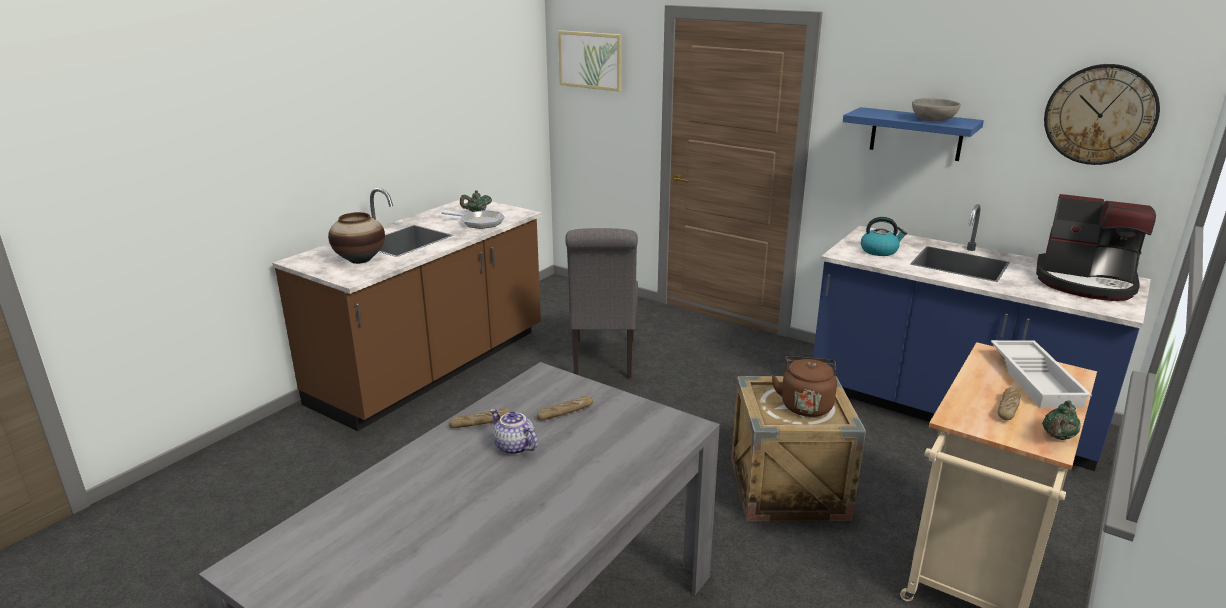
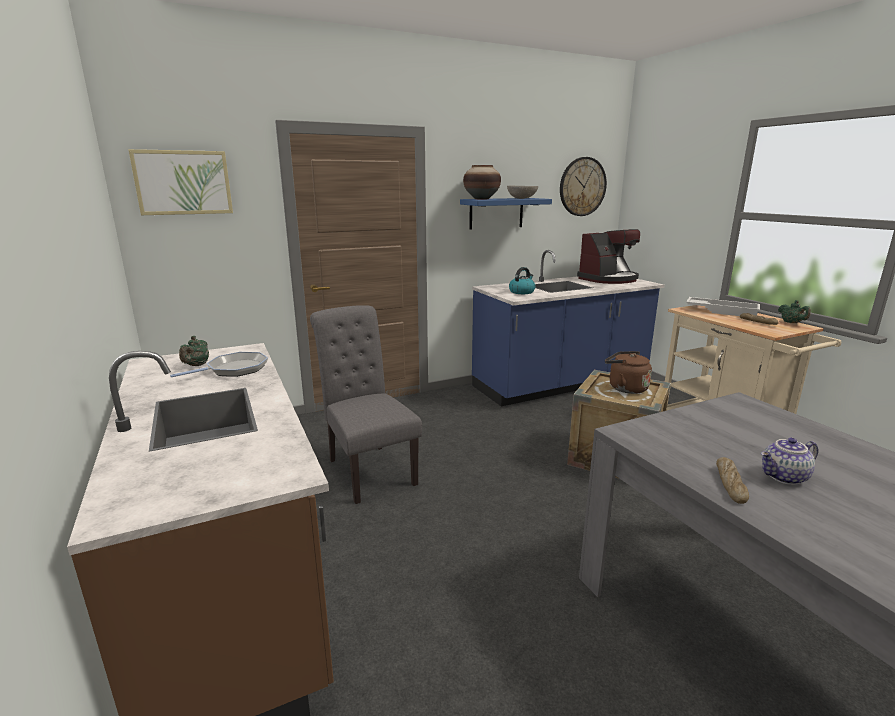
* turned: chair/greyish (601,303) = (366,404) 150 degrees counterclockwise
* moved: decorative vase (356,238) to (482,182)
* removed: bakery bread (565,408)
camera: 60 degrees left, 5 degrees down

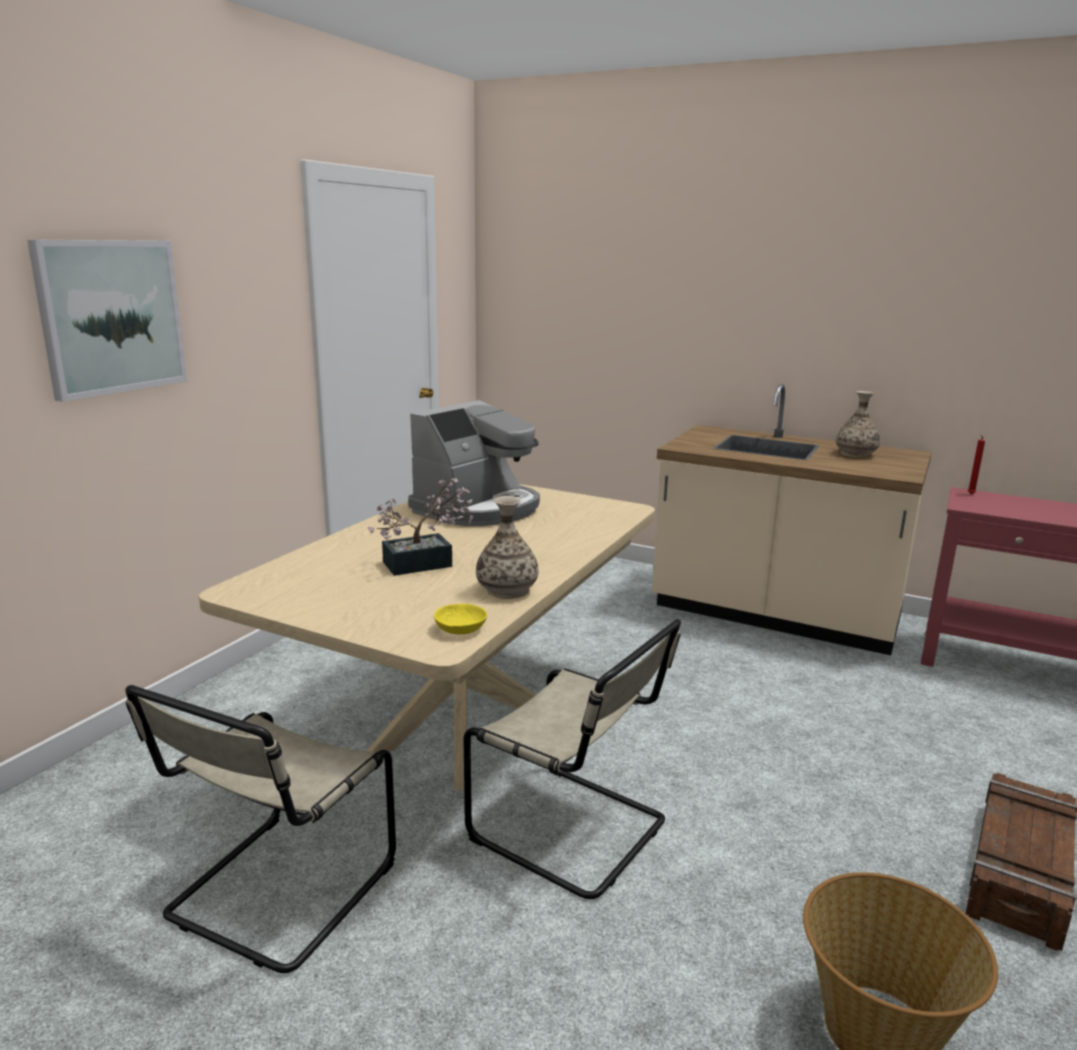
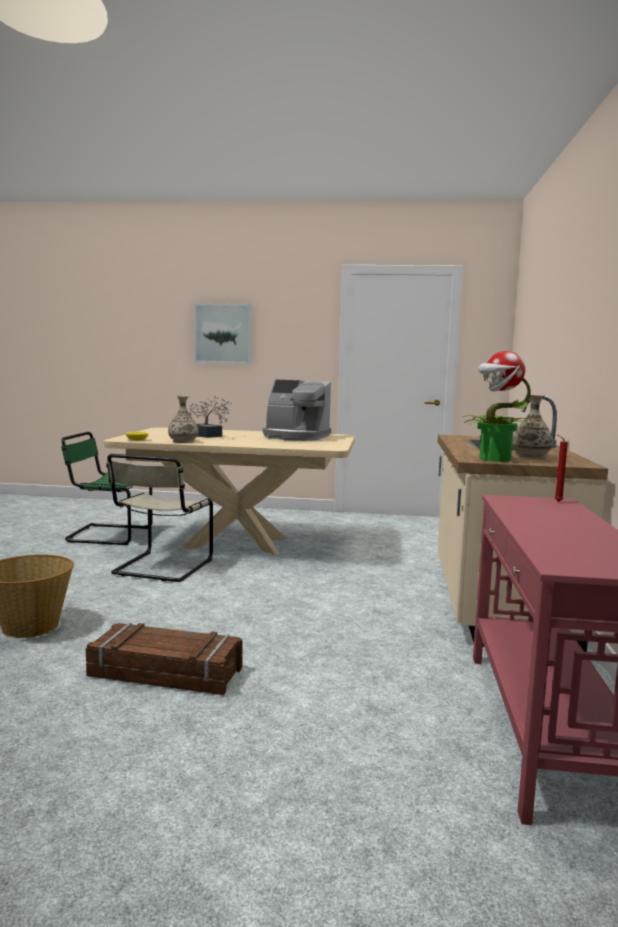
* recoloured: chair/sand-coloured (260,829) to chair/greenish (107,488)
* added: houseplant (497,406)
camera: 70 degrees right, 10 degrees down

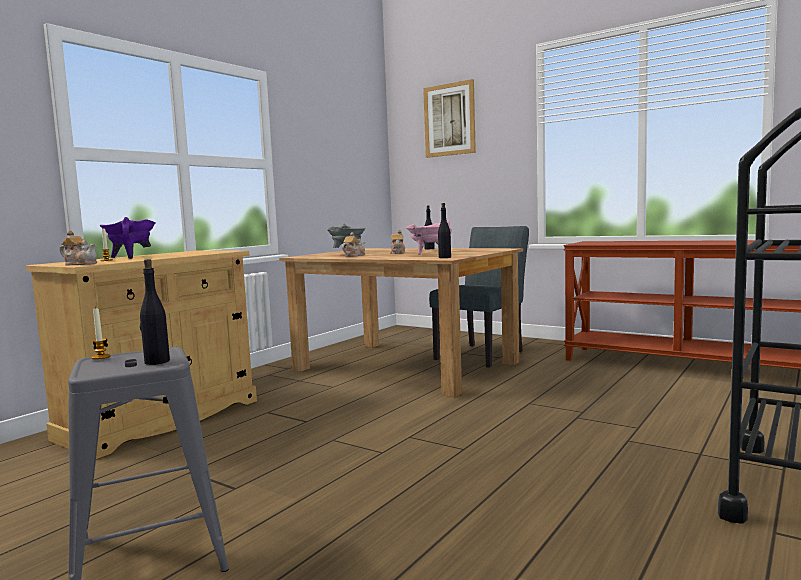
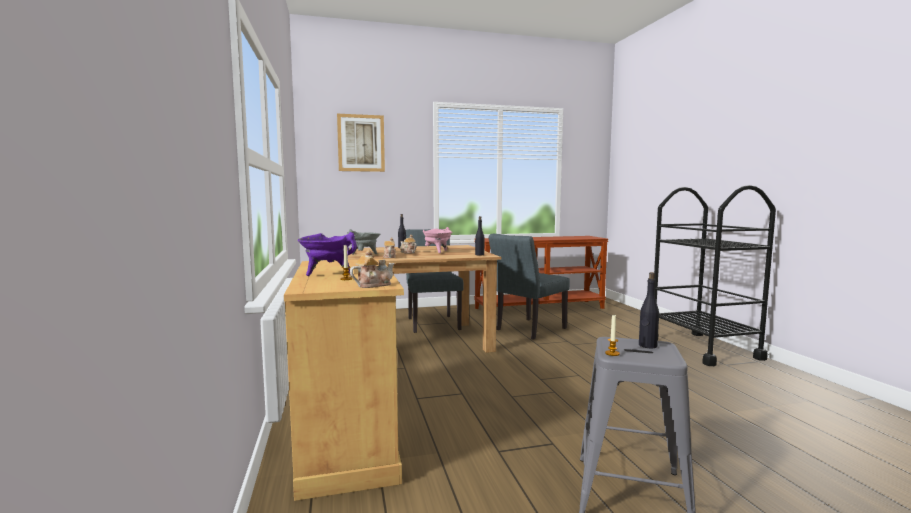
* added: chair/greyish (529,287)
camera: 50 degrees left, 0 degrees up

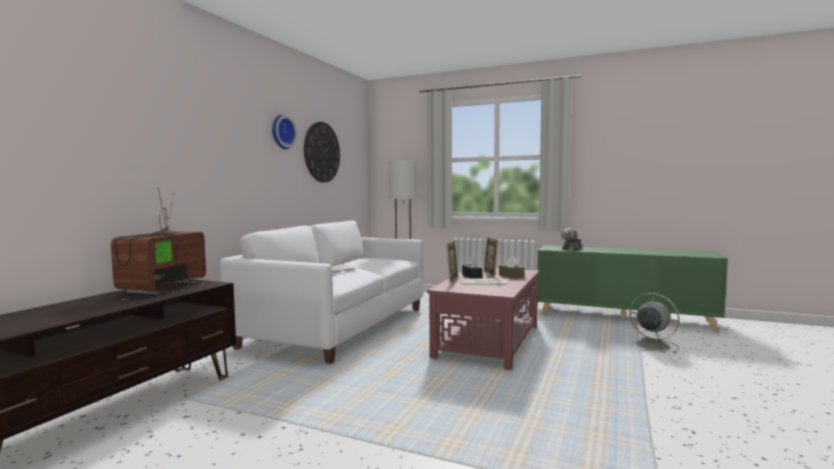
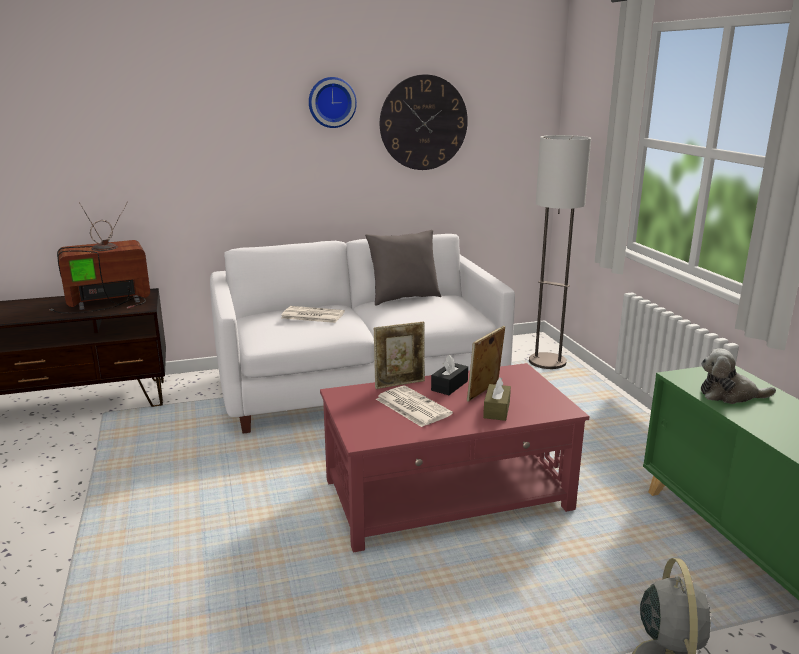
* added: throw pillow/greyish (403,268)
camera: 50 degrees right, 15 degrees up

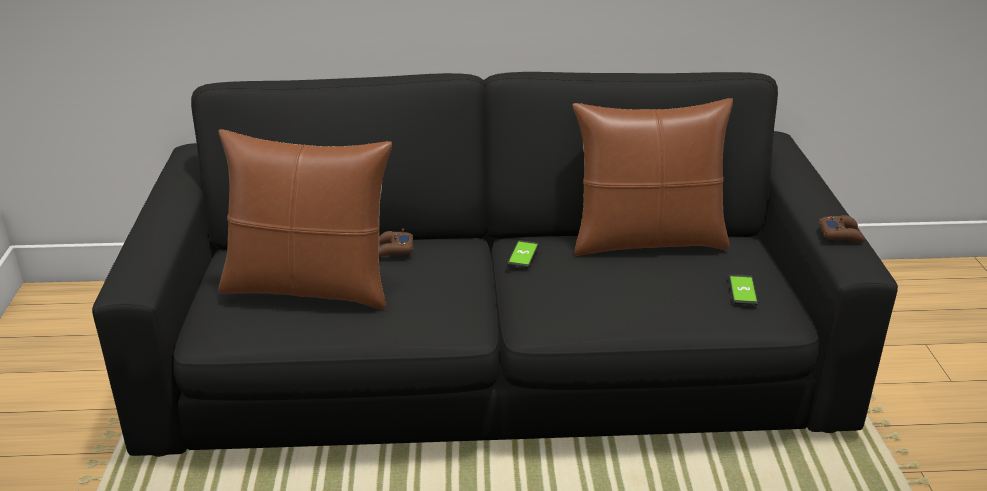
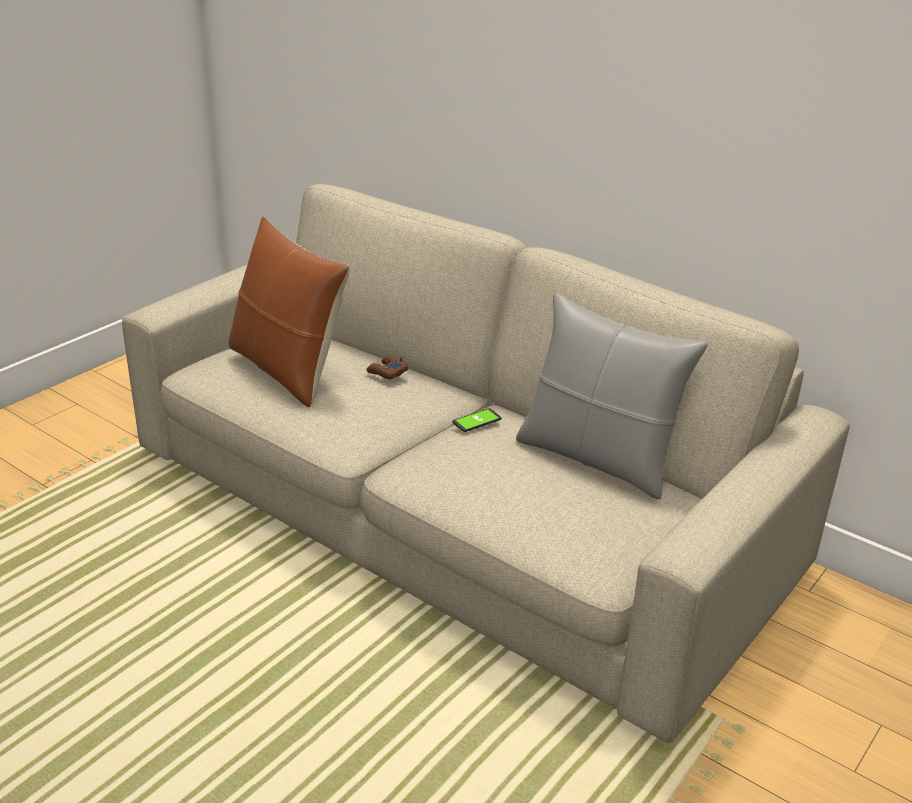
* recoloured: settee/blackish (495,264) to settee/sand-coloured (486,463)
* recoloured: throw pillow/brown-coloured (652,176) to throw pillow/greyish (612,396)
* removed: telephone (743,289)
* removed: gamepad/brown-coloured (841,229)
camera: 40 degrees right, 0 degrees up

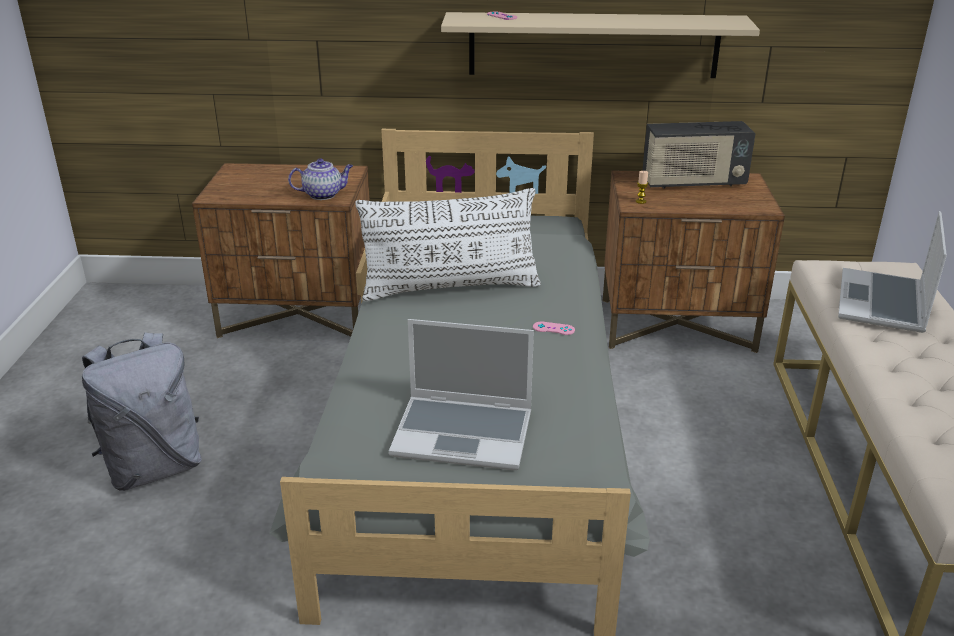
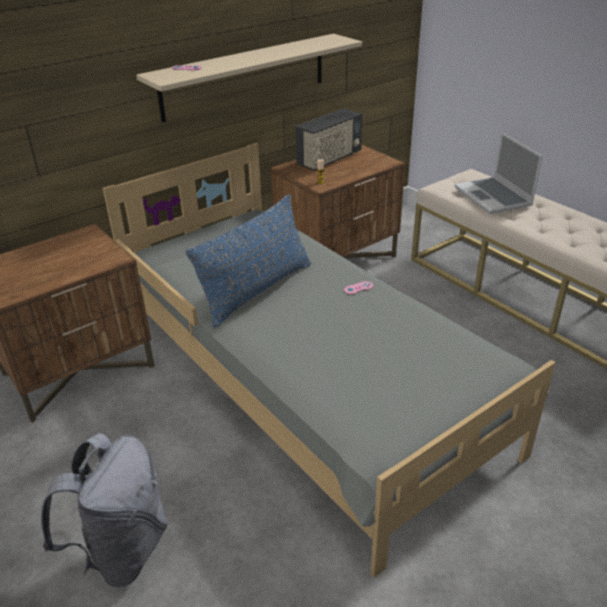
* recoloured: throw pillow/whitish (448,244) to throw pillow/blue (248,261)
* removed: tea pot (320,179)
* removed: notebook computer (461,394)
camera: 40 degrees left, 5 degrees up

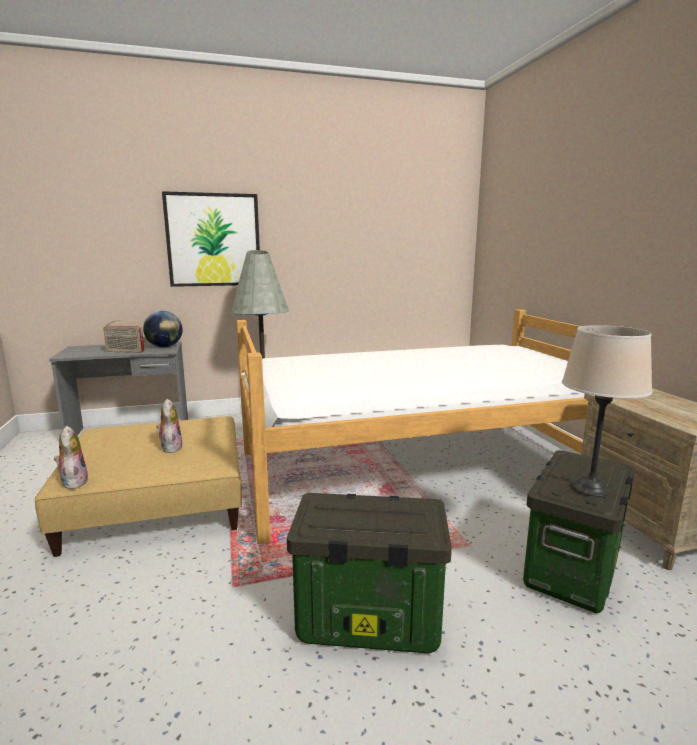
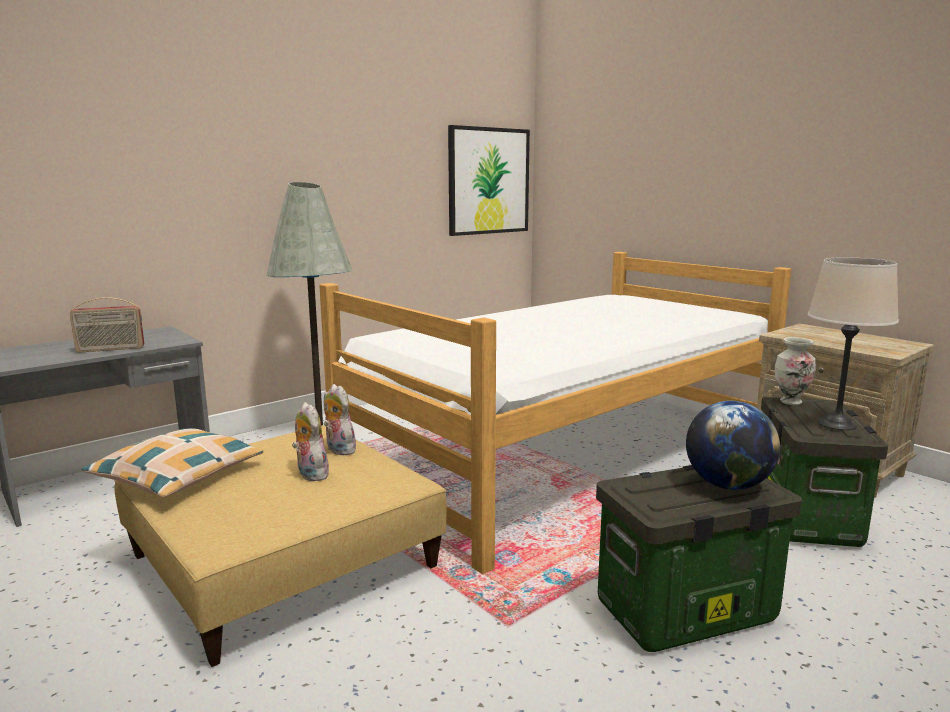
* added: throw pillow (172,462)
* moved: cuddly toy (71,457) to (341,420)
* moved: wall art (211,239) to (489,180)
* moved: desk globe (163,329) to (733,445)
* added: decorative vase (795,371)
camera: 25 degrees left, 0 degrees up

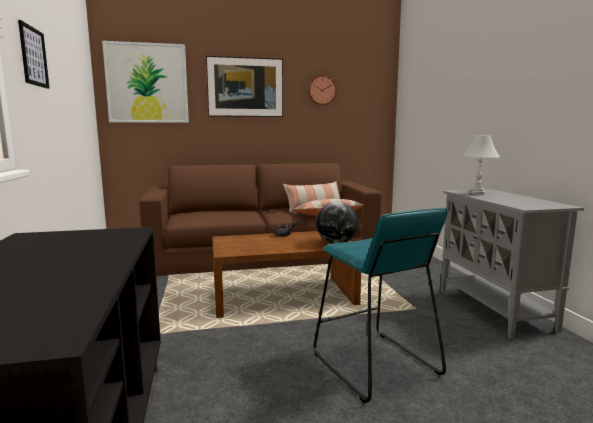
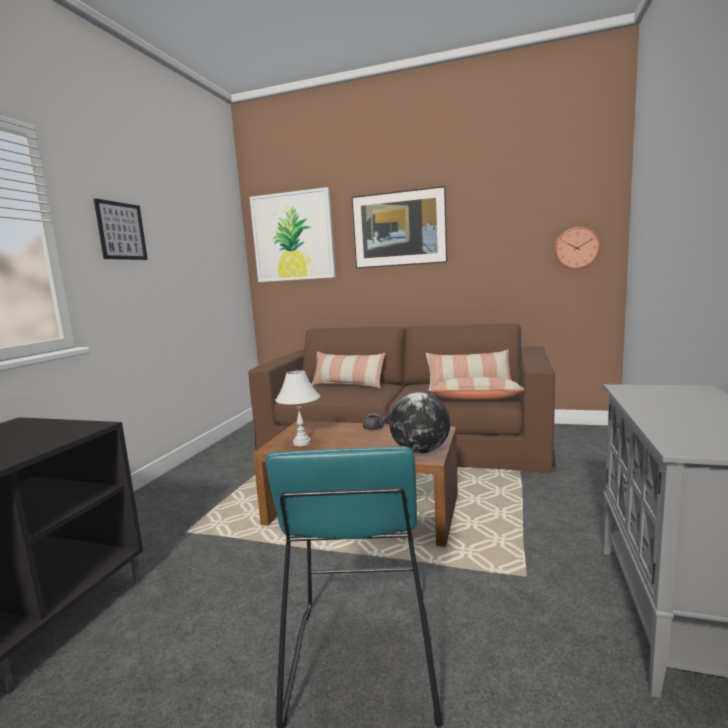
* moved: tabletop lamp/whitish (481,165) to (297,408)
* added: throw pillow (348,370)
* moved: clock on the wall (322,90) to (577,248)
camera: 30 degrees right, 0 degrees up

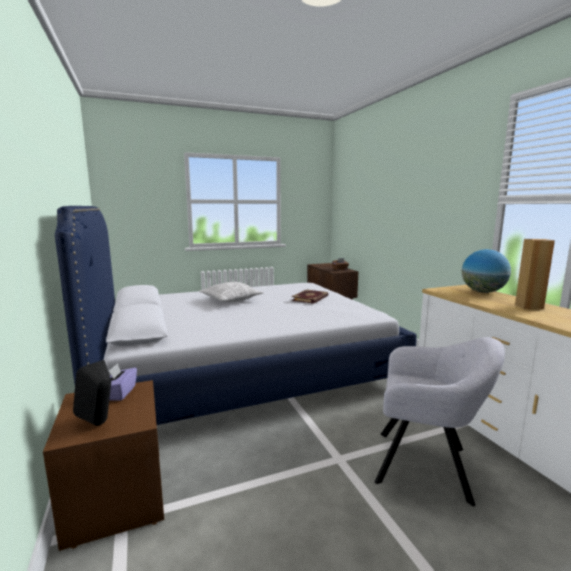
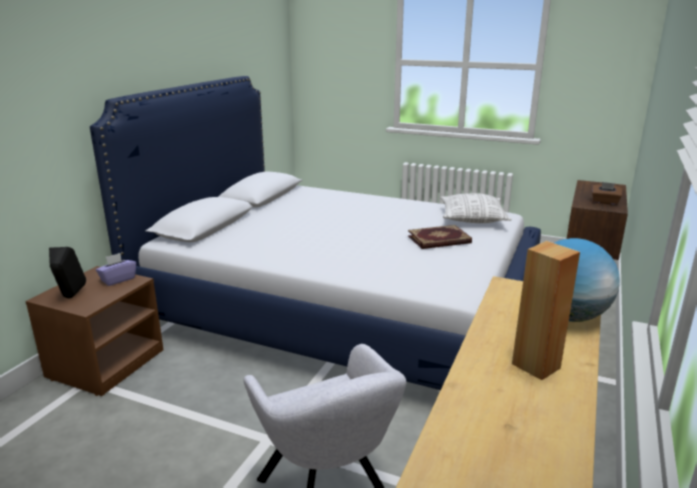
* moved: throw pillow (231,292) to (475,208)
camera: 45 degrees right, 10 degrees up

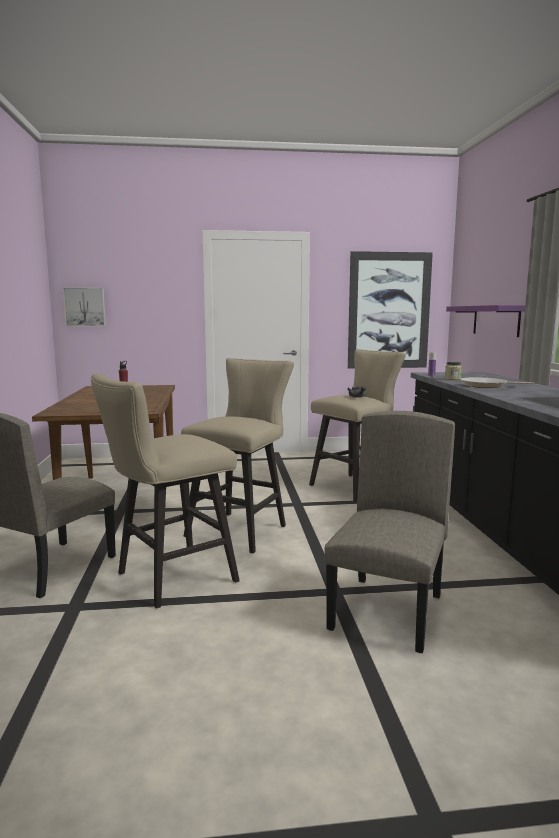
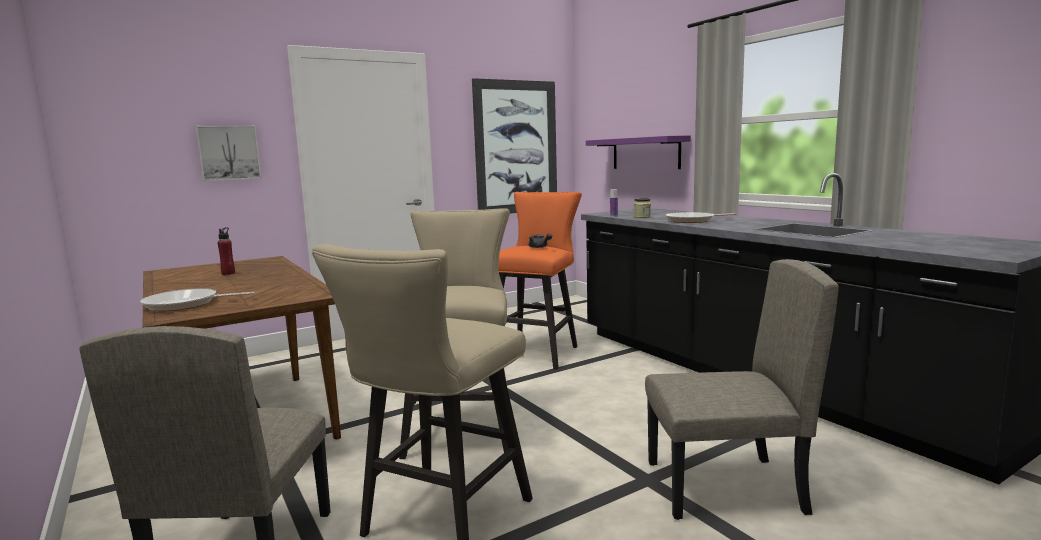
* added: frying pan (197,299)
* moved: wall art (84,307) to (228,153)
* recoloured: sitting stool/sand-coloured (357,425) to sitting stool/orange-coloured (540,280)
* turned: chair/sand-coloured (390,532) = (742,389) 90 degrees clockwise
camera: 25 degrees left, 0 degrees up

